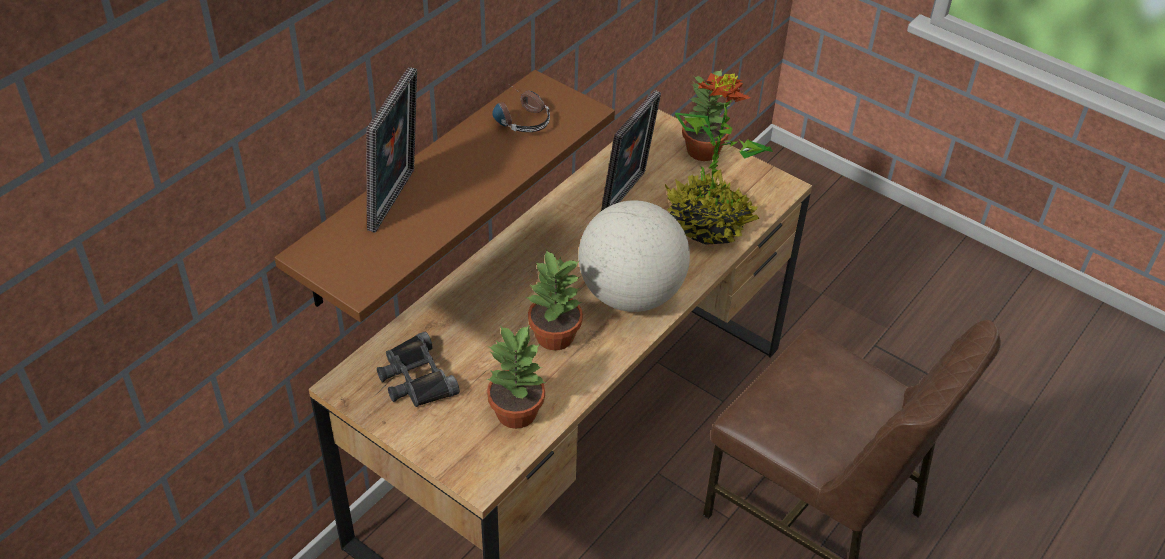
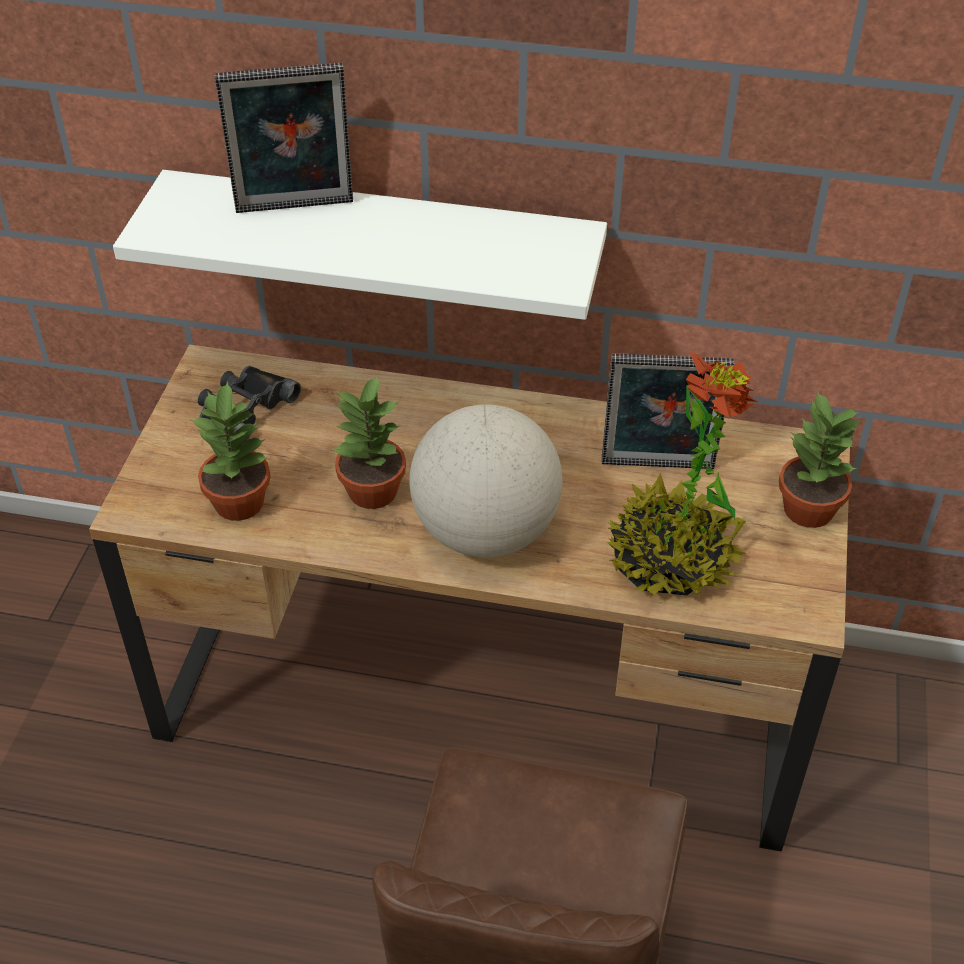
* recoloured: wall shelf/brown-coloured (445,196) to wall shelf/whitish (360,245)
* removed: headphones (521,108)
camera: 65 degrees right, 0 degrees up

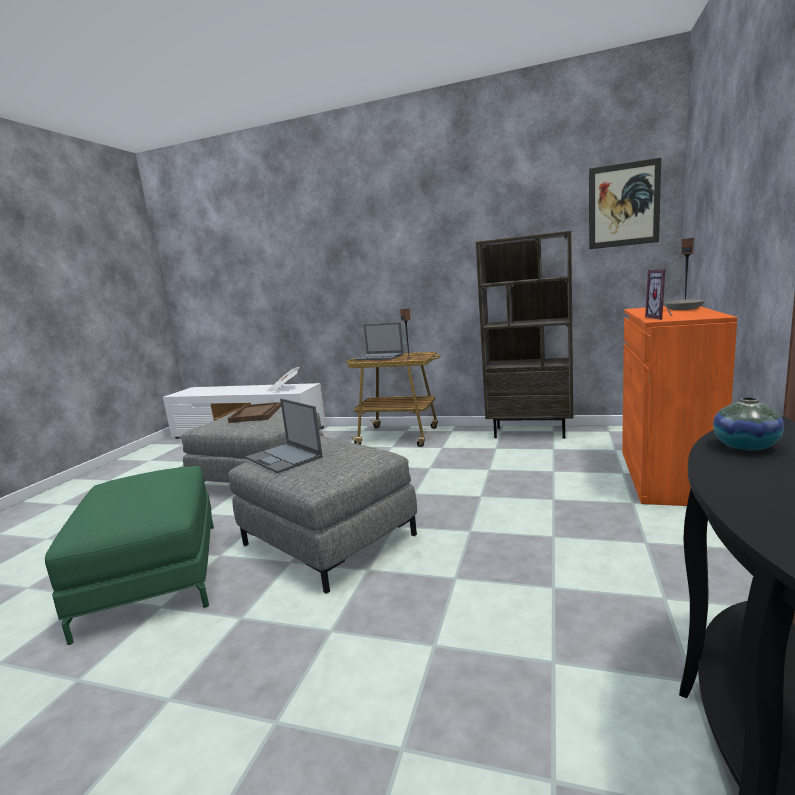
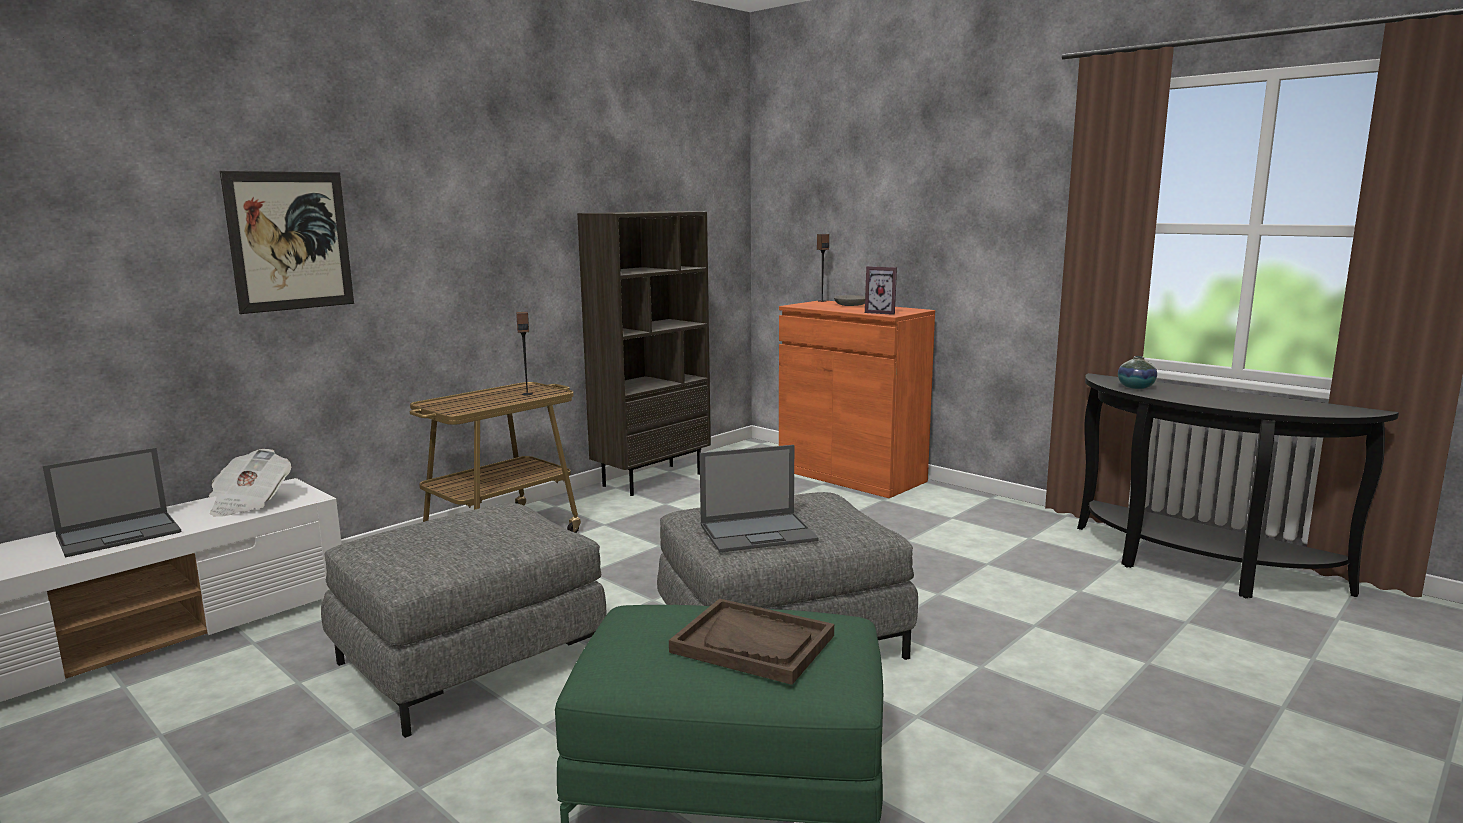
* moved: notebook computer (379,341) to (112,502)
* moved: wall art (625,203) to (287,242)
* moved: carrying tray/brown-coloured (254,412) to (751,642)
camera: 65 degrees left, 0 degrees up

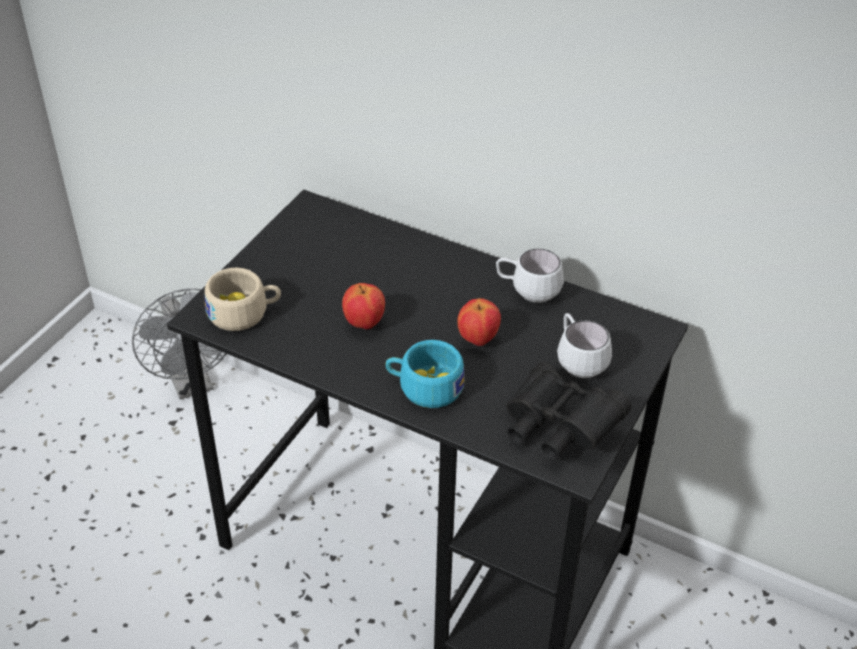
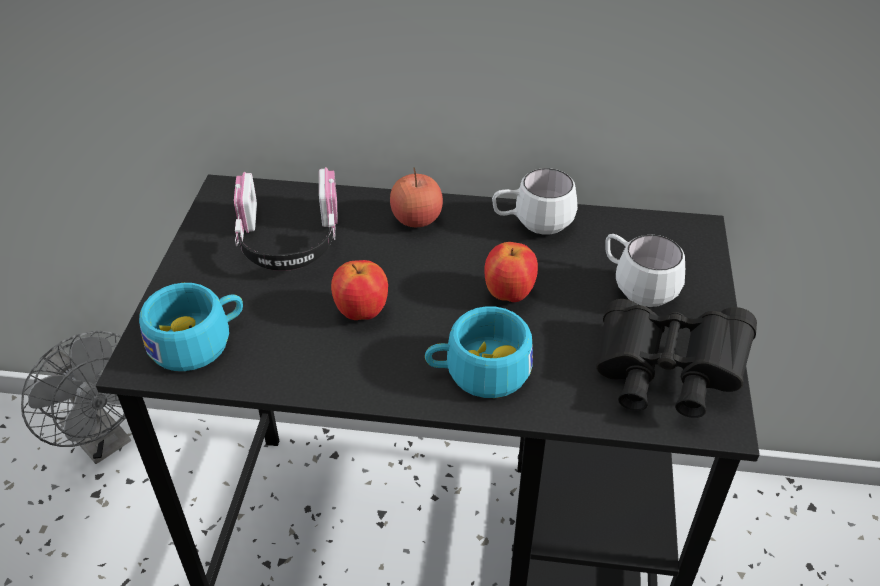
* recoloured: drinking cup/sand-coloured (243,299) to drinking cup/blue-green (191,327)
* added: headphones (286,219)
* added: apple (416,197)
camera: 20 degrees left, 0 degrees up

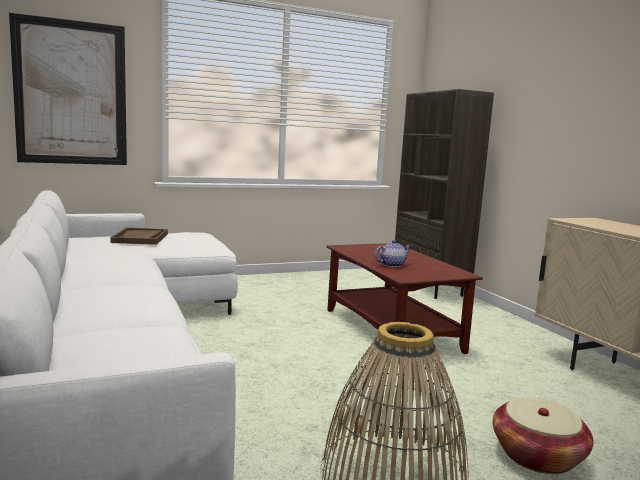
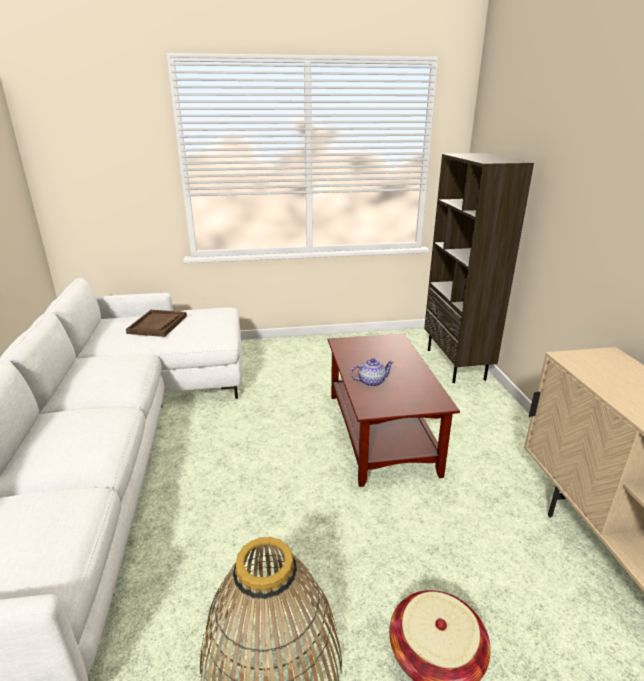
* removed: wall art (68,88)
camera: 15 degrees right, 15 degrees up

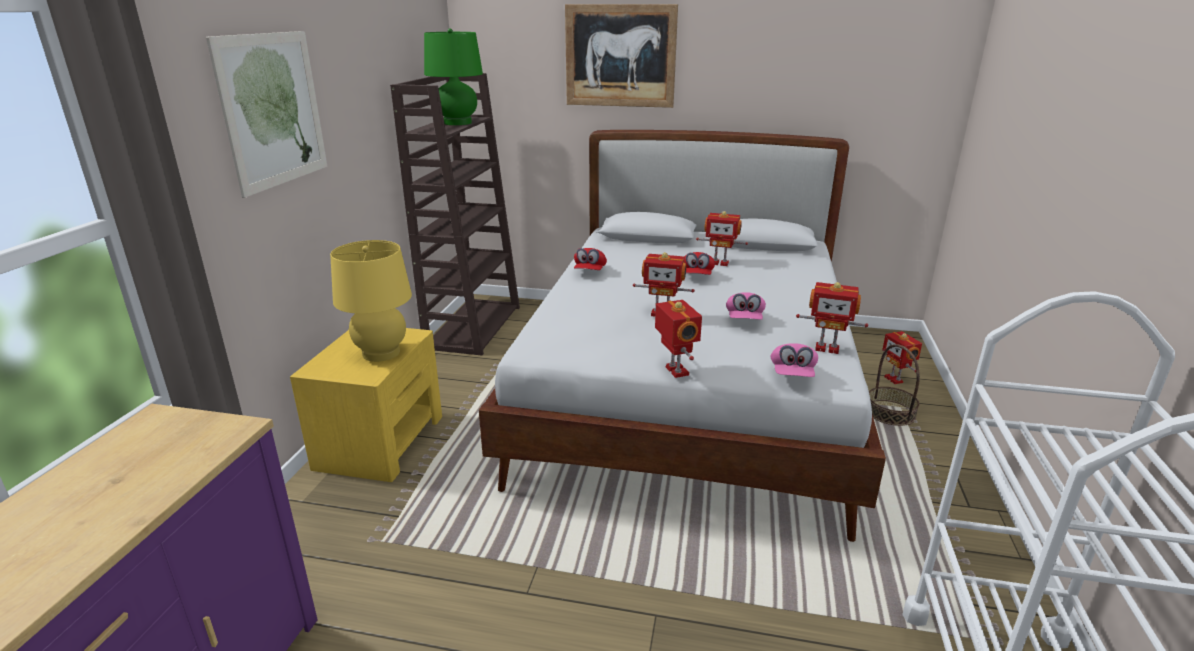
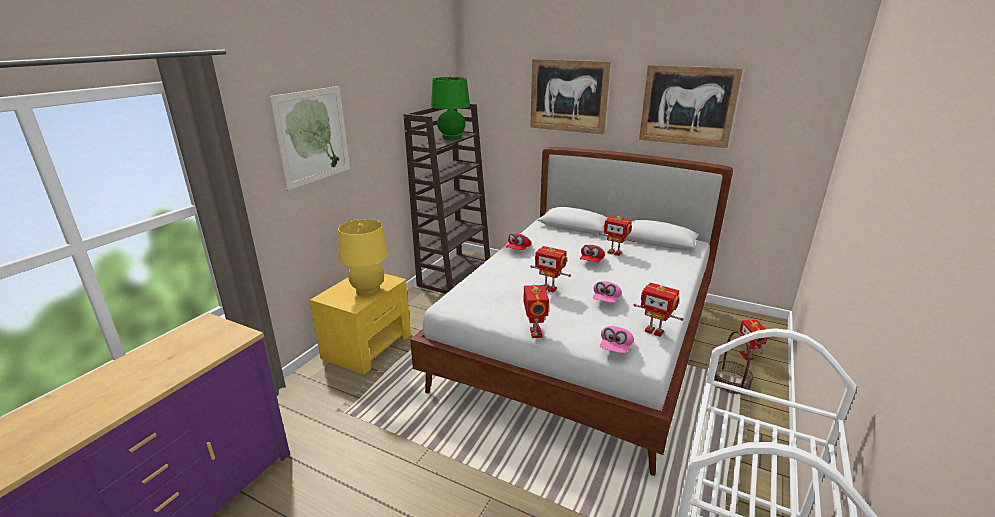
* added: wall art (691,106)
camera: 15 degrees right, 0 degrees up

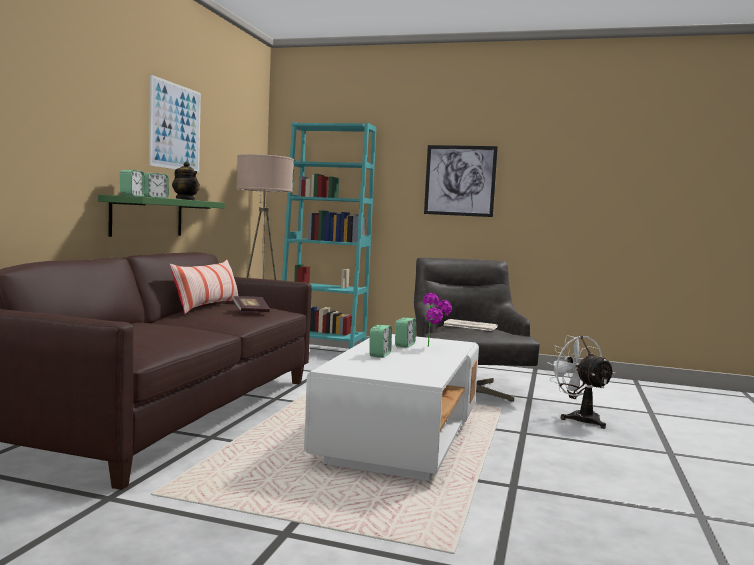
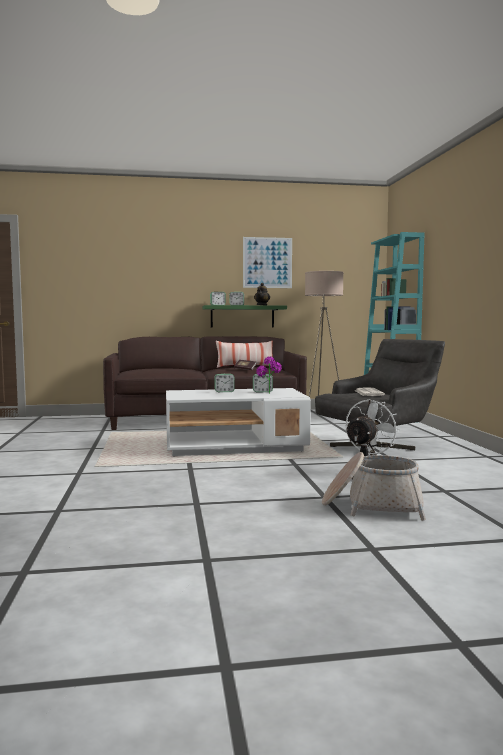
* added: household basket (374,486)
* removed: wall art (461,181)
camera: 65 degrees right, 0 degrees up

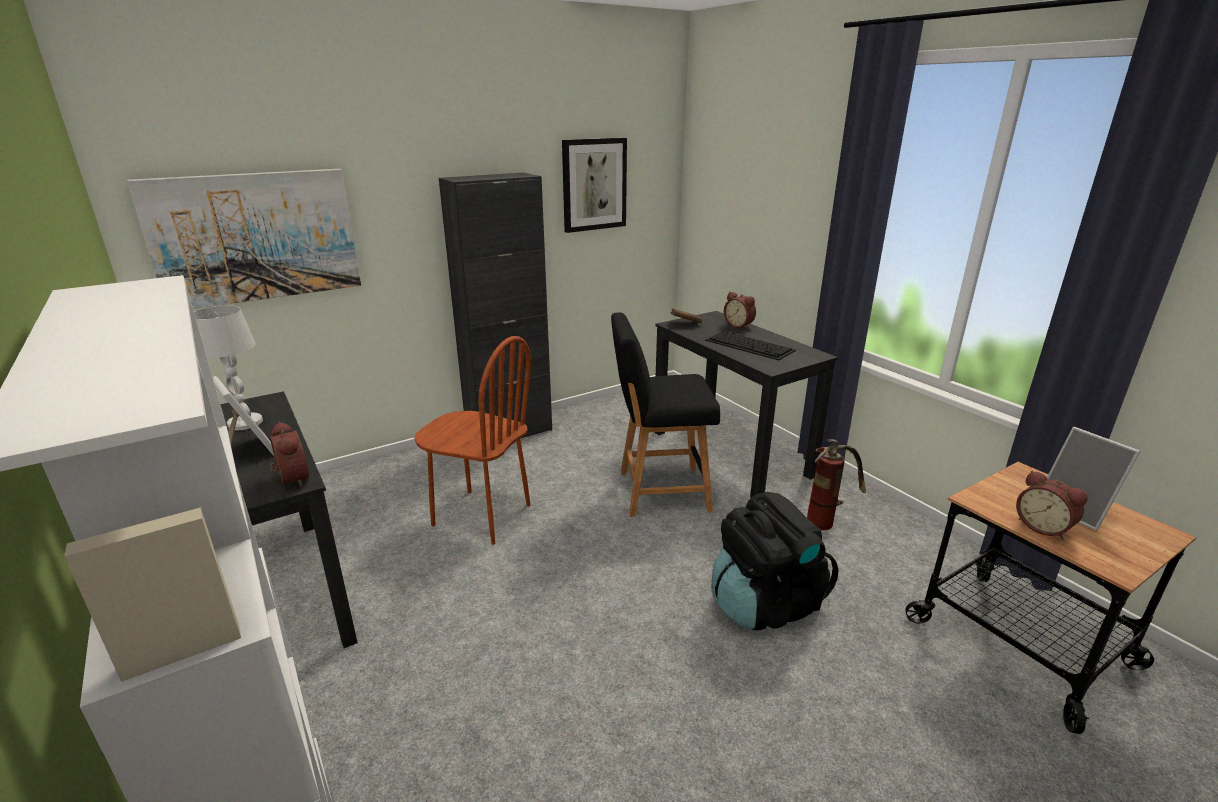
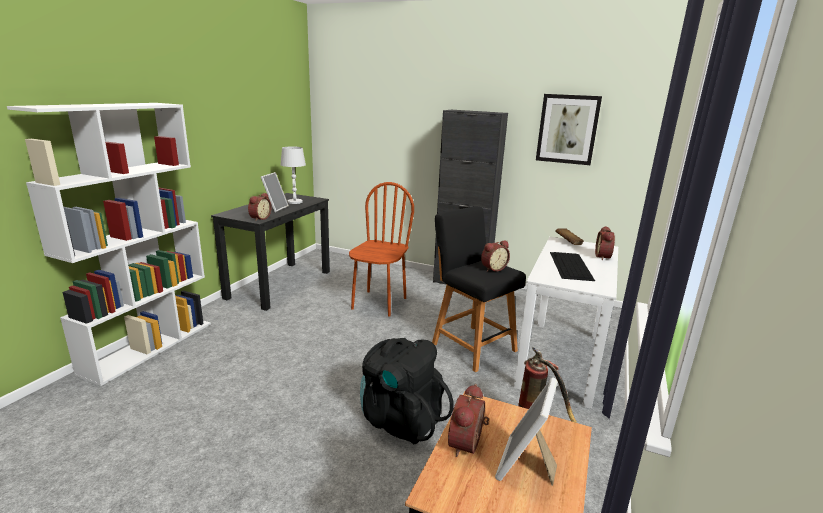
* turned: chair/brown-coloured (472,440) = (381,249) 150 degrees counterclockwise
* added: table clock (495,256)
* recoloured: desk/blackish (746,404) to desk/whitish (566,322)
* removed: wall art (244,239)
camera: 55 degrees right, 5 degrees down

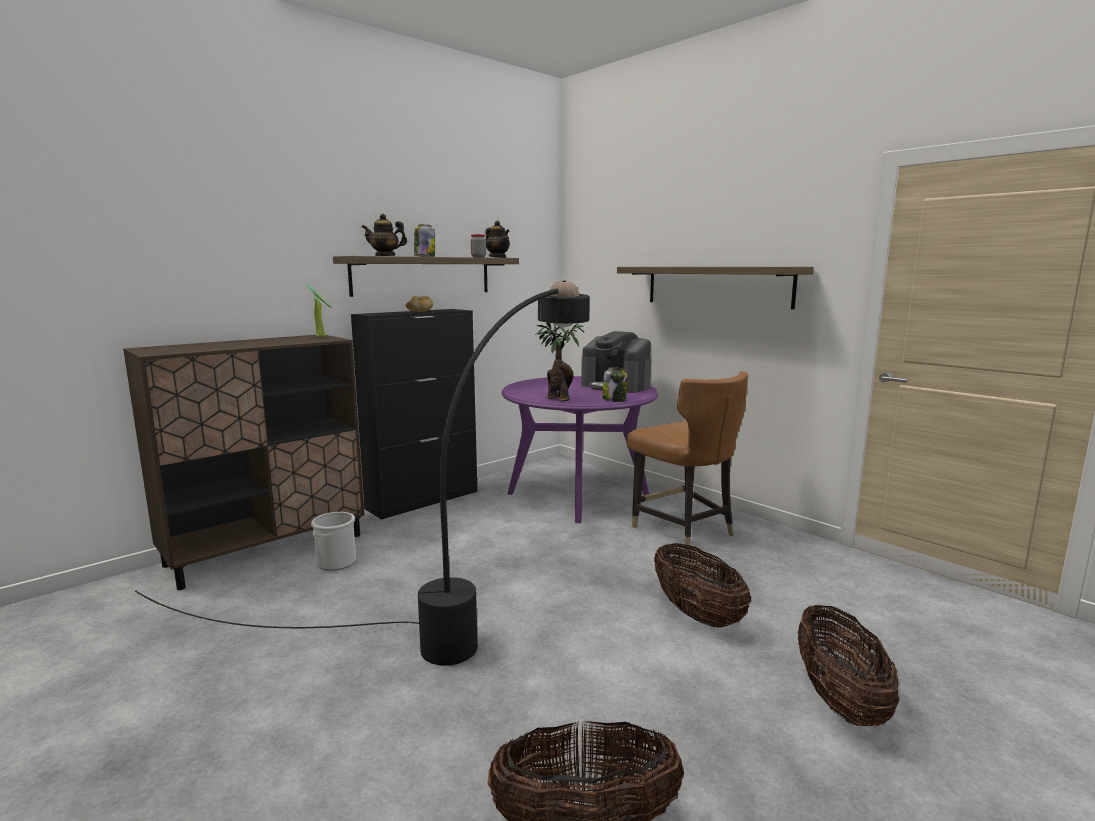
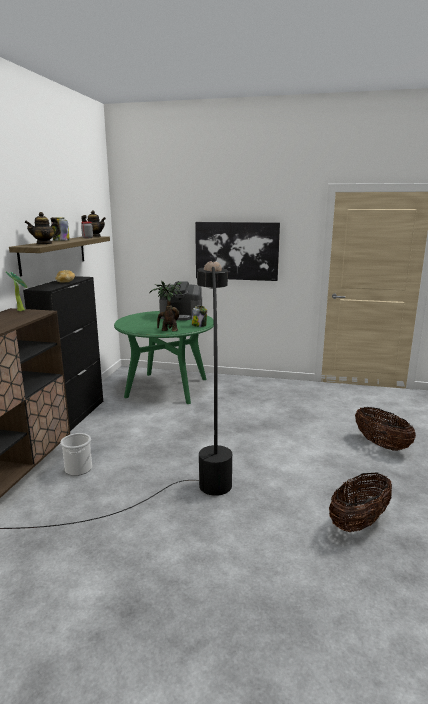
* recoloured: kitchen table/purple (579,449) to kitchen table/greenish (164,357)
* replaced: wall shelf (715,288) to wall art (237,251)
* removed: chair/brown-coloured (687,460)
* removed: household basket (702,585)
camera: 35 degrees left, 5 degrees up

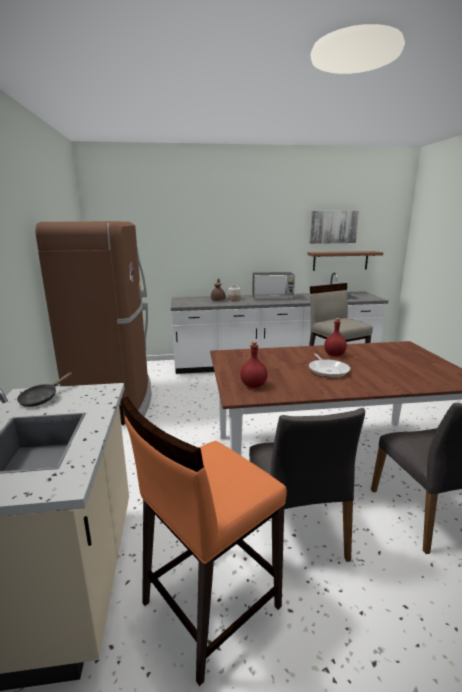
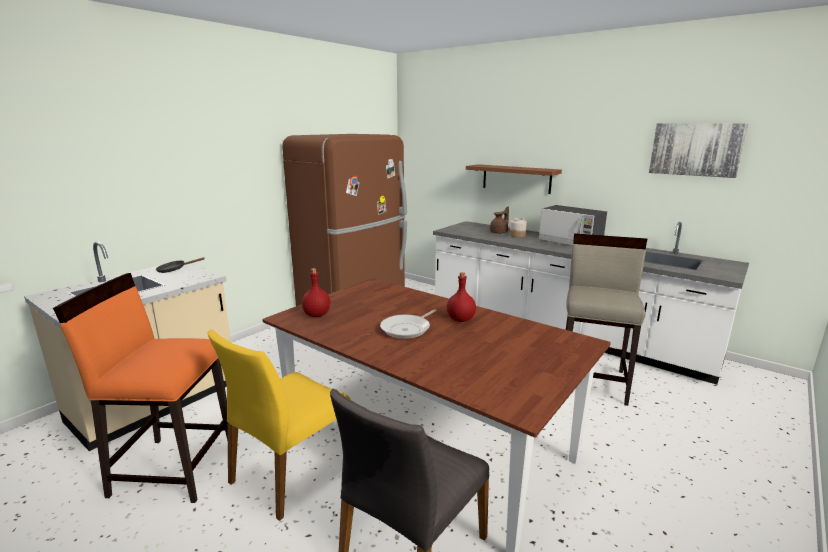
* recoloured: chair/greyish (307,487) to chair/yellowish (279,425)
* moved: wall shelf/brown-coloured (345,261) to (514,179)
camera: 45 degrees right, 0 degrees up

